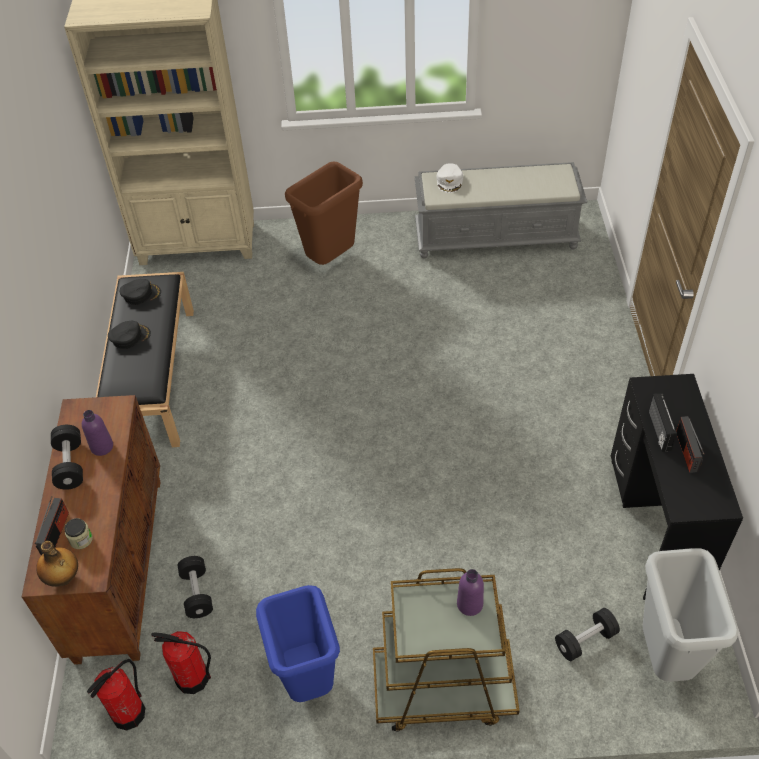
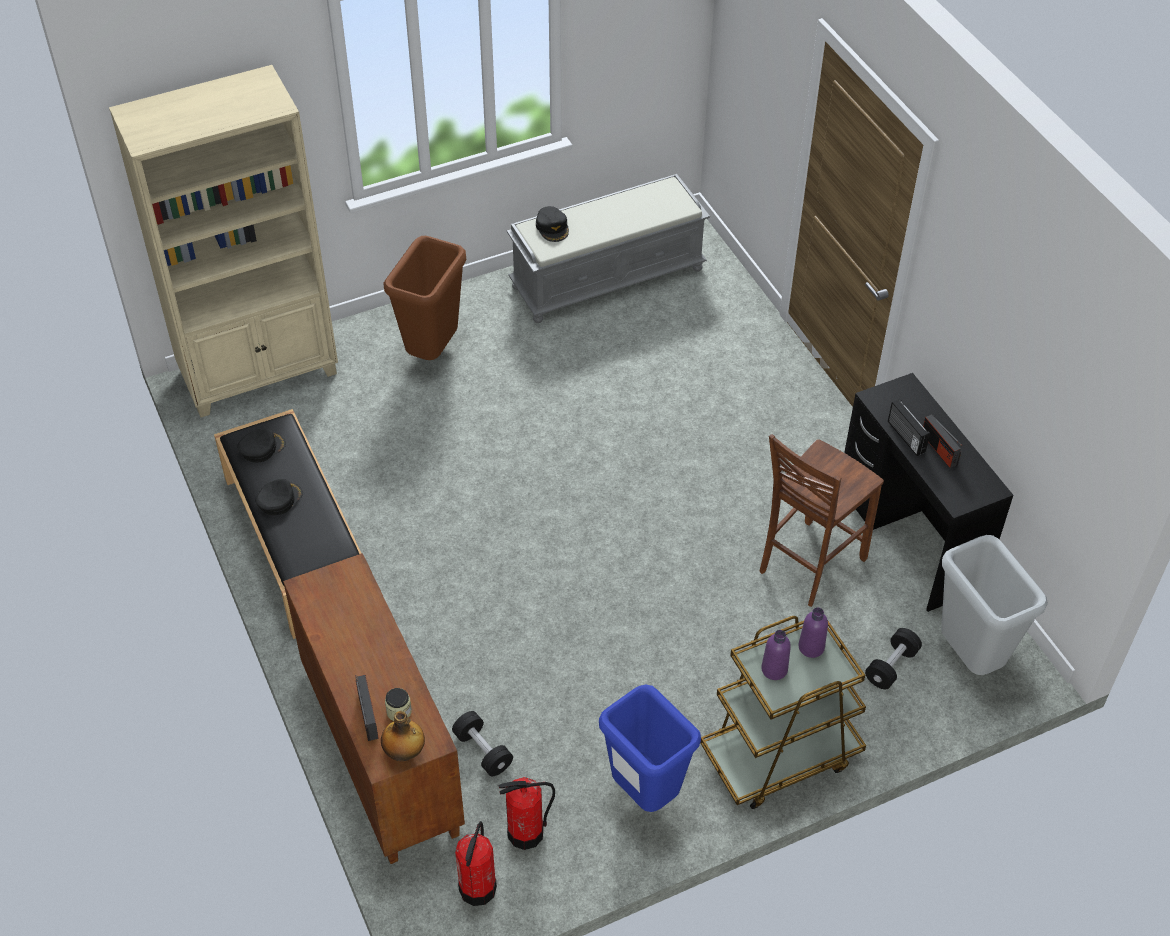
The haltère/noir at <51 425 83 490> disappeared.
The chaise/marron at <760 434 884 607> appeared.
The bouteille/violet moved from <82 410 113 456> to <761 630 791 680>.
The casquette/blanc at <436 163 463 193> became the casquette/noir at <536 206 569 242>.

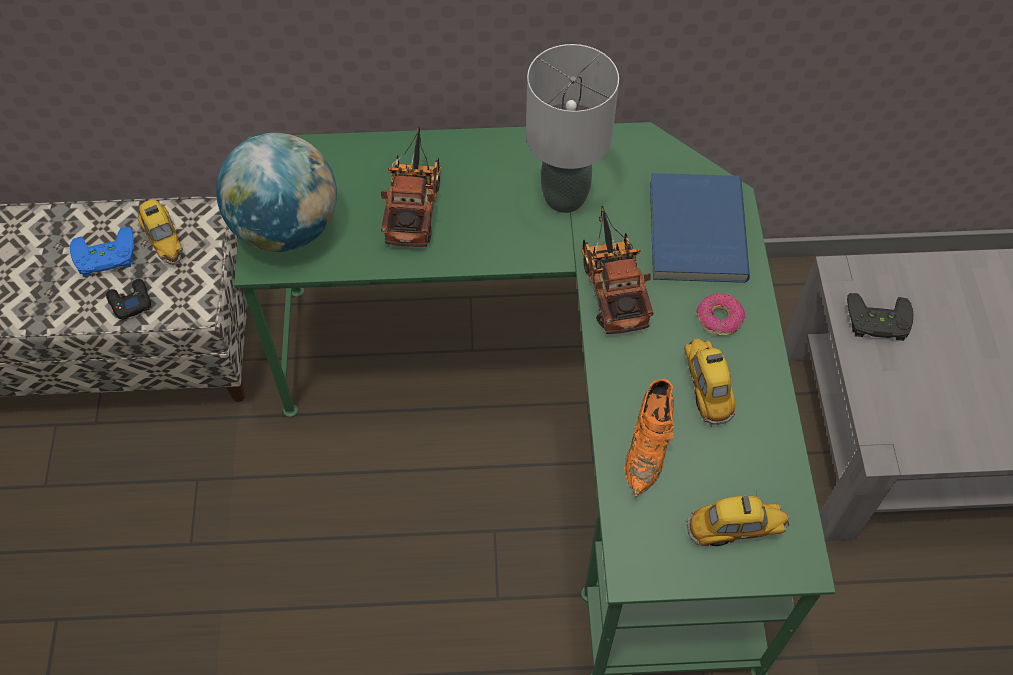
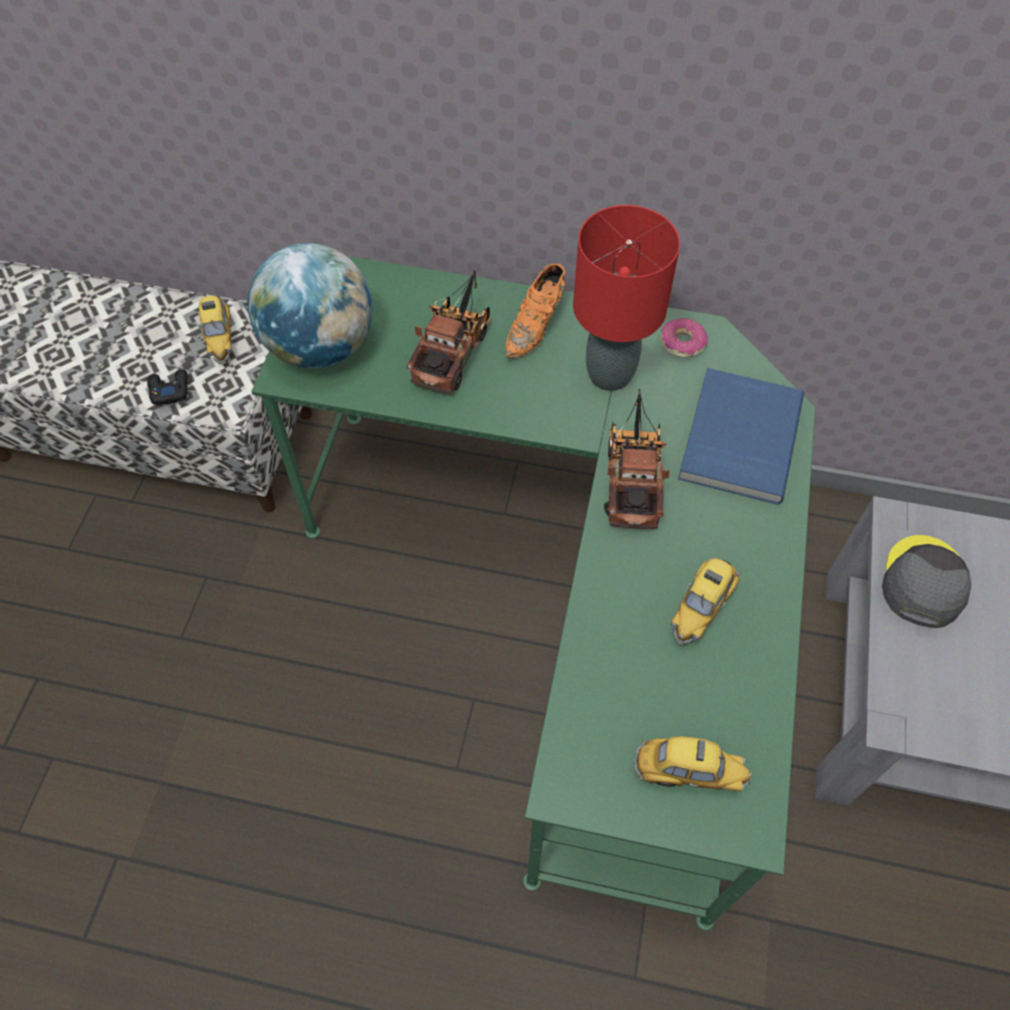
The manette/bleu at <70 227 134 277> disappeared.
The chaussure/orange moved from <624 379 674 497> to <506 264 566 358>.
The beignet moved from <696 293 746 336> to <661 318 708 357>.
The manette/noir at <847 293 913 341> was replaced by the casquette/gris at <882 535 971 628>.
The lampe de table/gris at <526 44 619 213> became the lampe de table/rouge at <573 205 680 391>.
The petite voiture at <684 338 735 427> turned 150 degrees counterclockwise.

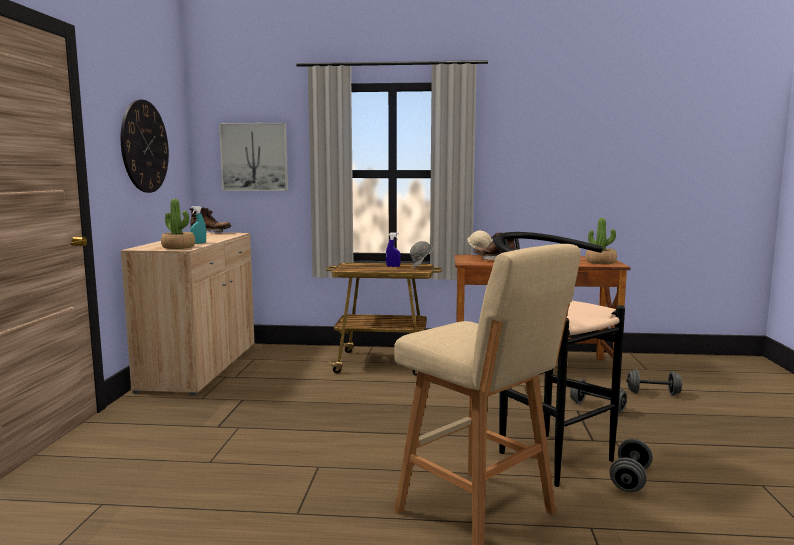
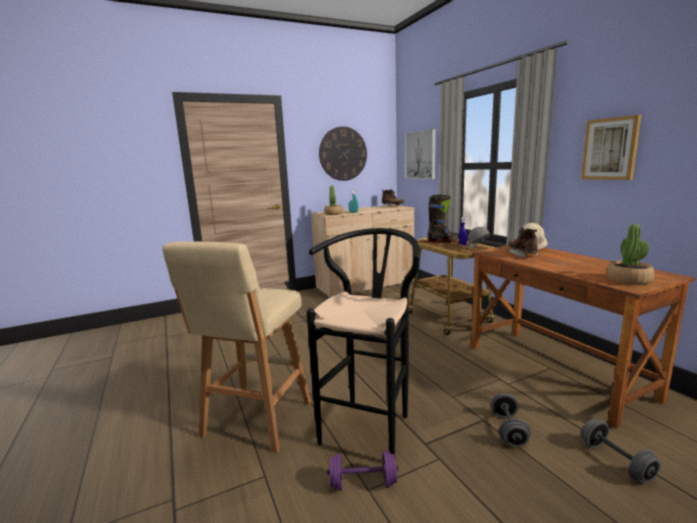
The botte/noir at <428 194 459 243> appeared.
The tableau at <581 115 642 180> appeared.
The haltère/gris at <609 439 653 492> became the haltère/violet at <327 450 398 491>.

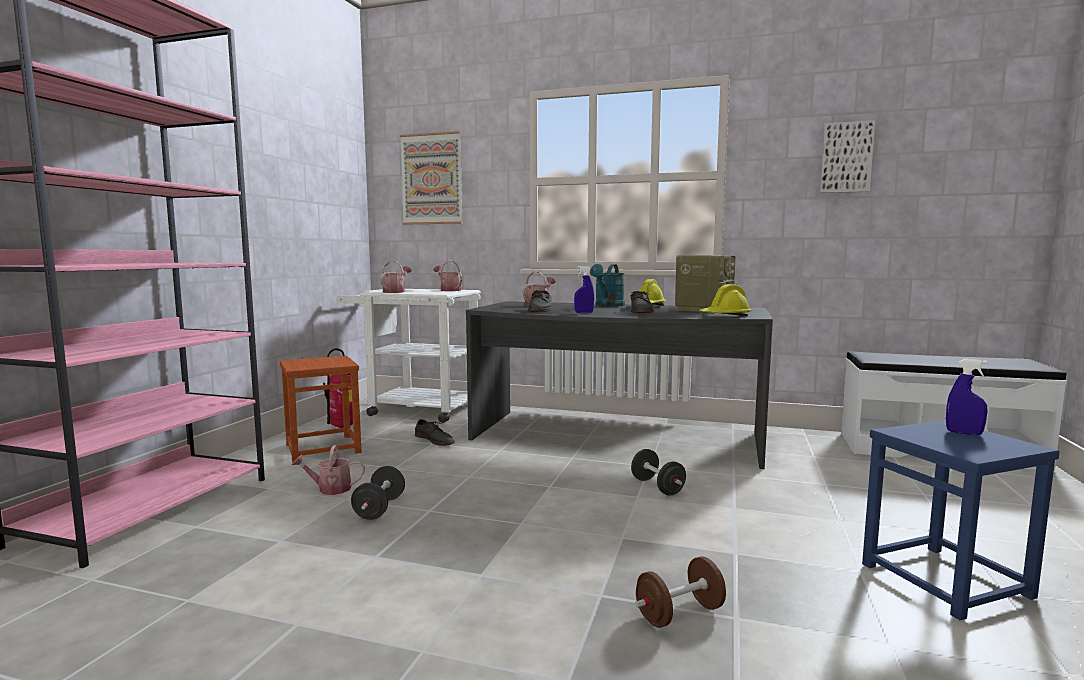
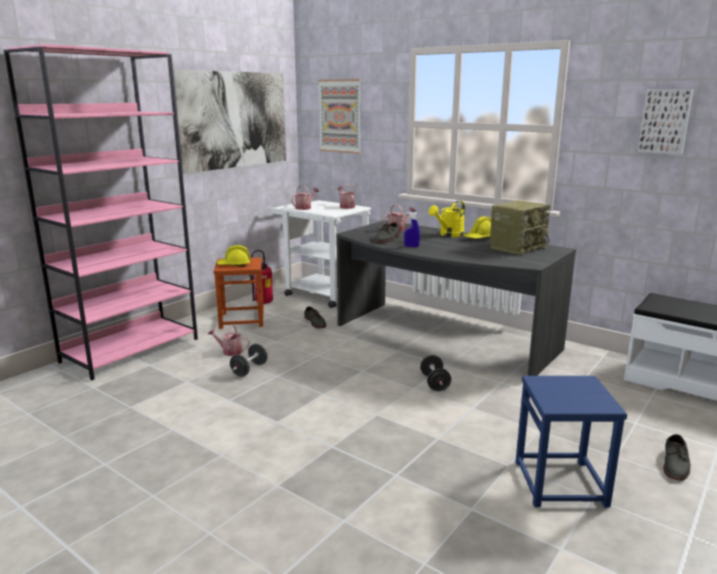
The haltère/marron at <635 556 726 628> disappeared.
The vaporisateur/bleu at <946 359 988 435> disappeared.
The tableau at <173 69 286 174> appeared.
The chaussure/gris moved from <630 291 653 313> to <663 434 690 481>.
The casque de chantier/jaune moved from <699 284 752 317> to <217 245 250 267>.
The arrosoir/turquoise at <590 264 625 307> became the arrosoir/jaune at <429 201 465 237>.

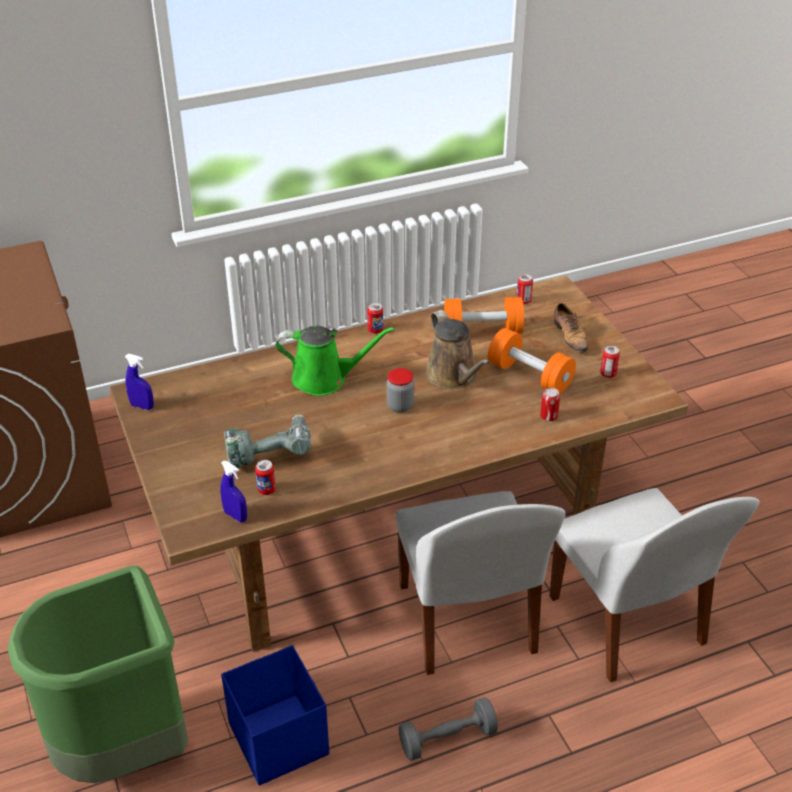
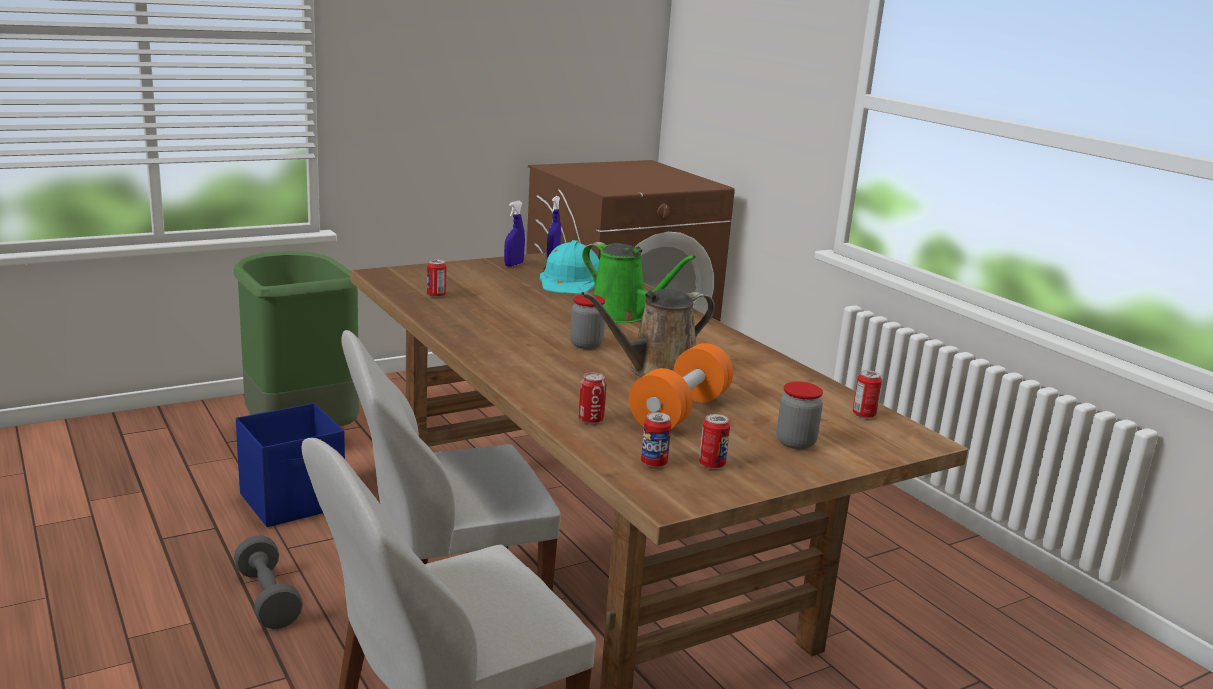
The perceuse at <224 413 311 469> disappeared.
The haltère/orange at <444 297 524 334> disappeared.
The casque de chantier/turquoise at <540 240 599 294> appeared.
The vaporisateur/bleu moved from <221 461 247 522> to <504 201 525 267>.
The boîte métallique moved from <367 303 383 334> to <641 412 672 468>.
The chaussure at <554 303 588 352> was replaced by the bocal at <777 381 823 449>.
The arrosoir/vert at <275 326 394 396> turned 45 degrees counterclockwise.

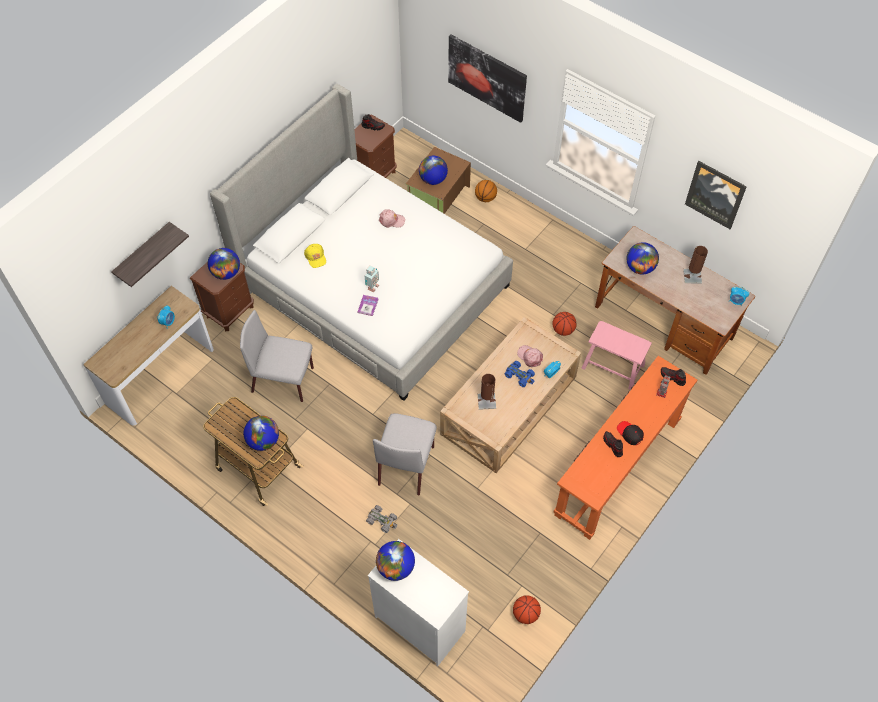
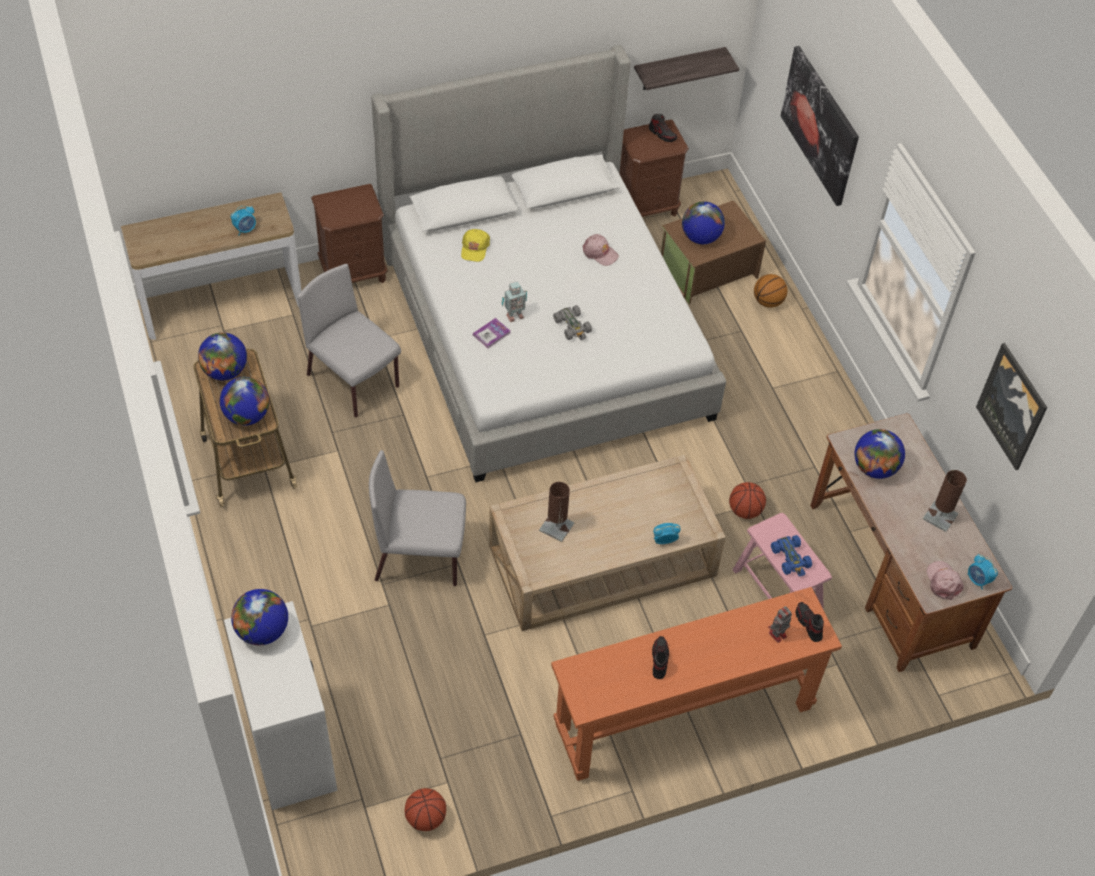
The casquette/noir at <617 421 644 445> disappeared.
The étagère moved from <111 222 189 287> to <634 47 739 90>.
The globe moved from <208 248 240 280> to <198 332 247 380>.
The petite voiture/gris moved from <366 505 397 533> to <553 305 592 340>.
The petite voiture/bleu moved from <504 361 535 387> to <771 535 812 577>.
The casquette/rose moved from <517 345 543 367> to <927 561 964 600>.
The chaise/gris at <373 413 437 495> turned 45 degrees clockwise.

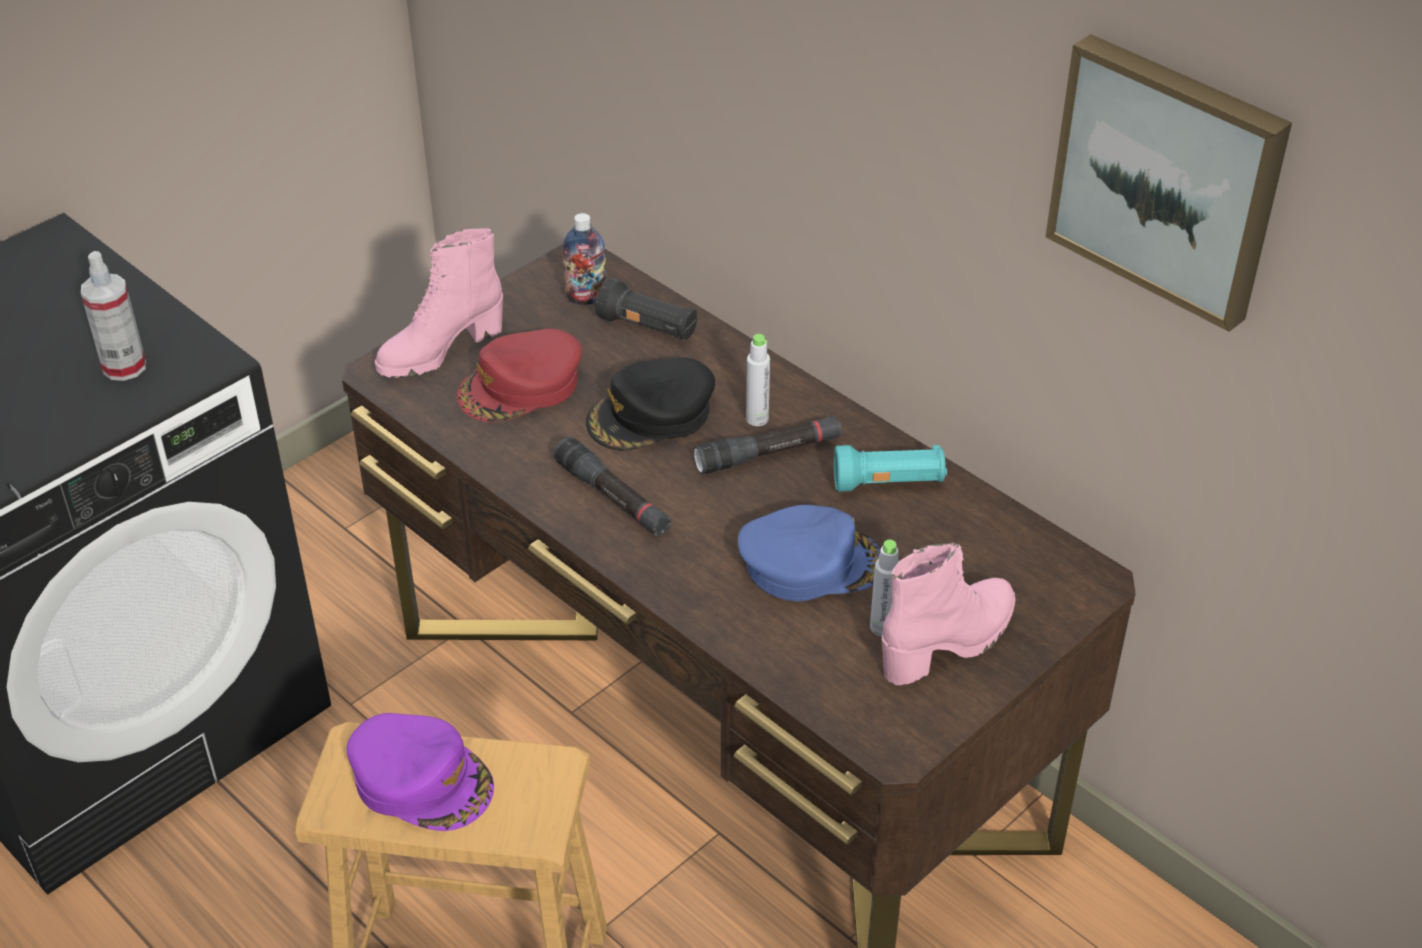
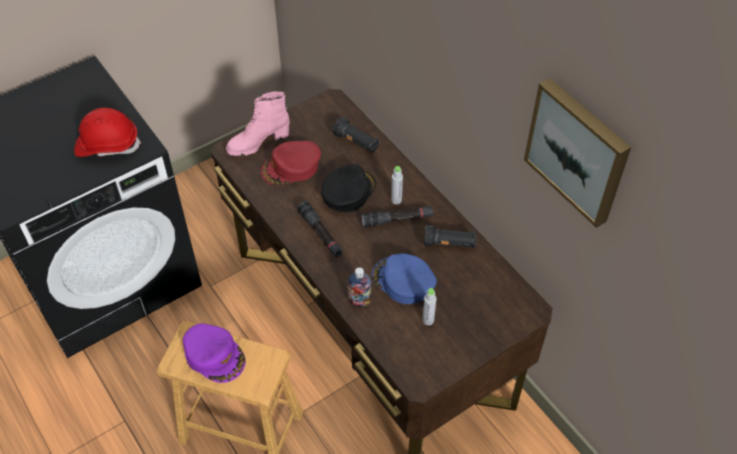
The botte/rose at <882 543 1015 685> disappeared.
The bouteille moved from <562 213 606 305> to <348 267 371 307>.
The vaporisateur at <81 251 146 381> was replaced by the casque de chantier/rouge at <74 108 141 157>.
The lampe de poche/turquoise at <834 445 947 492> became the lampe de poche/noir at <424 225 476 248>.
The casquette/noir at <586 357 715 451> turned 150 degrees clockwise.
The casquette/bleu at <738 505 880 601> turned 150 degrees counterclockwise.

